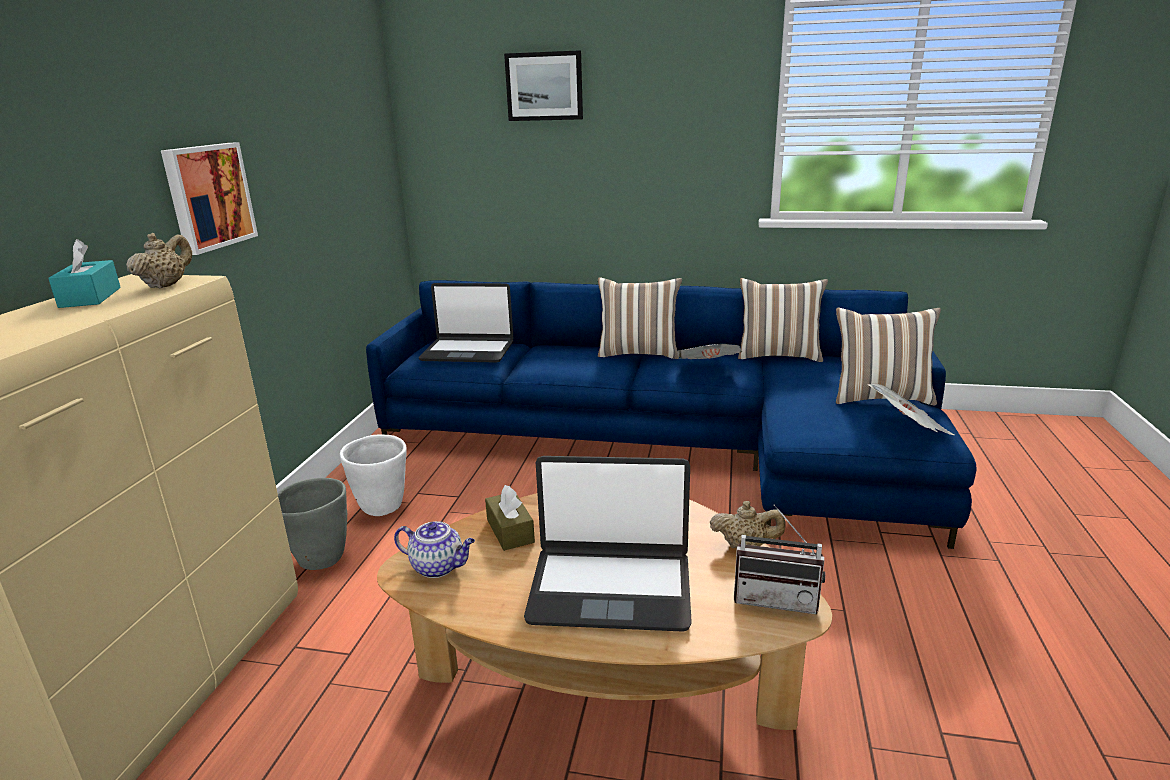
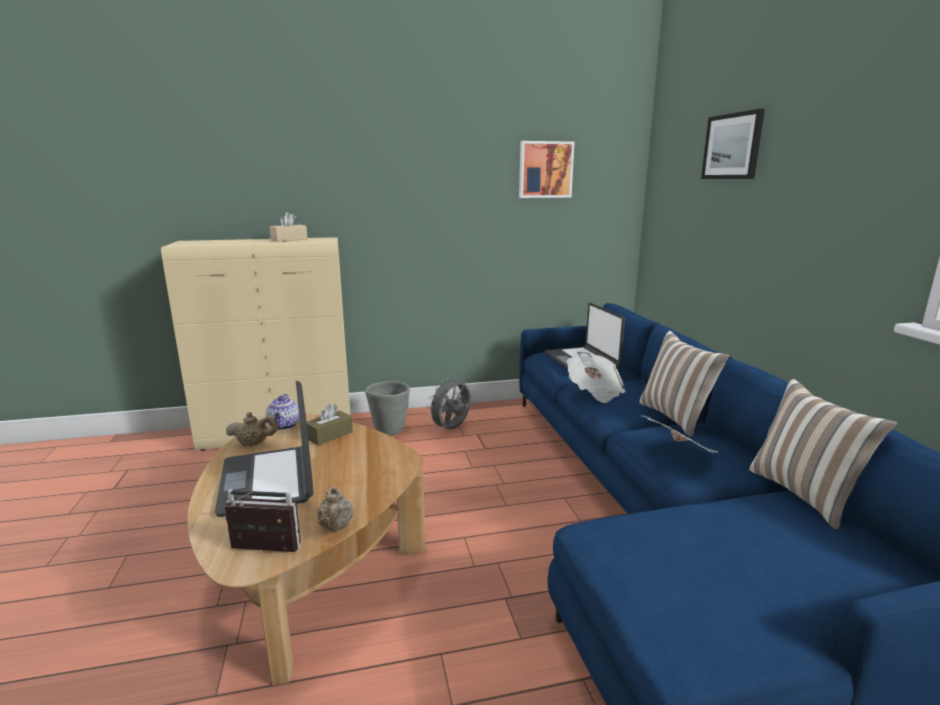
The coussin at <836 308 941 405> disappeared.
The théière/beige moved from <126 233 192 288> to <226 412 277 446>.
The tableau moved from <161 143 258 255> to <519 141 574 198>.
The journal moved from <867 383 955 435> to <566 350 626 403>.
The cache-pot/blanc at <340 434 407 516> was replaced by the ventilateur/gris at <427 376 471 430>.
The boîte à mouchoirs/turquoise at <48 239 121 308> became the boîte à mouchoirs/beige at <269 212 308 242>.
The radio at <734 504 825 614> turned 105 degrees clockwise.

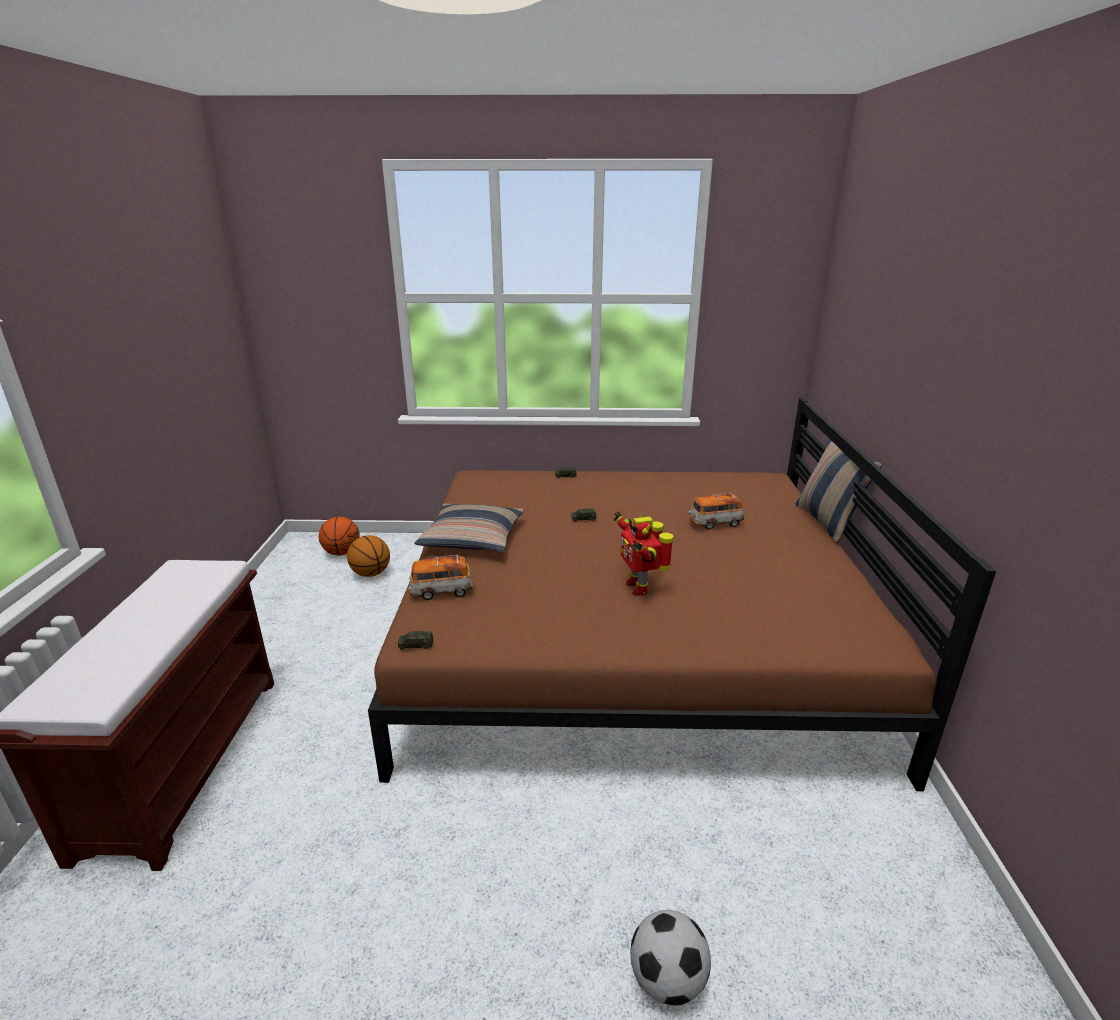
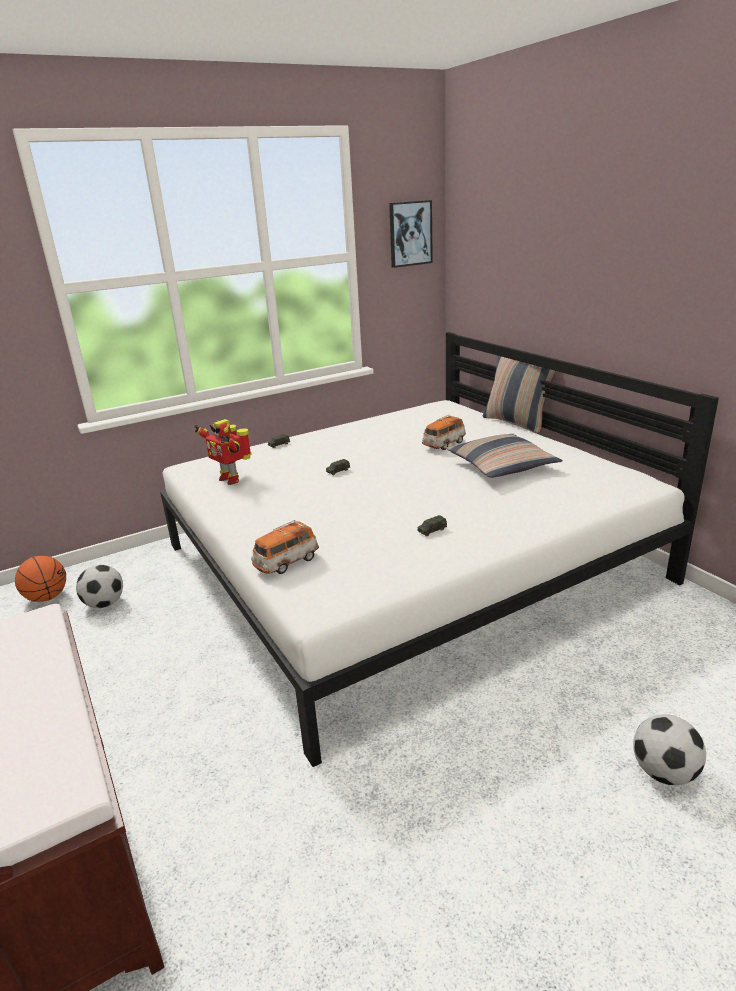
The tableau at <389 200 433 268> appeared.
The petite voiture moved from <398 631 434 650> to <417 515 447 536>.
The coussin moved from <414 503 524 552> to <446 433 562 478>.
The robot jouet moved from <614 511 674 595> to <195 419 251 485>.
The ballon de basket at <347 535 390 577> was replaced by the ballon de foot at <76 564 123 608>.
The lit/marron at <368 398 996 791> became the lit/blanc at <160 332 719 767>.

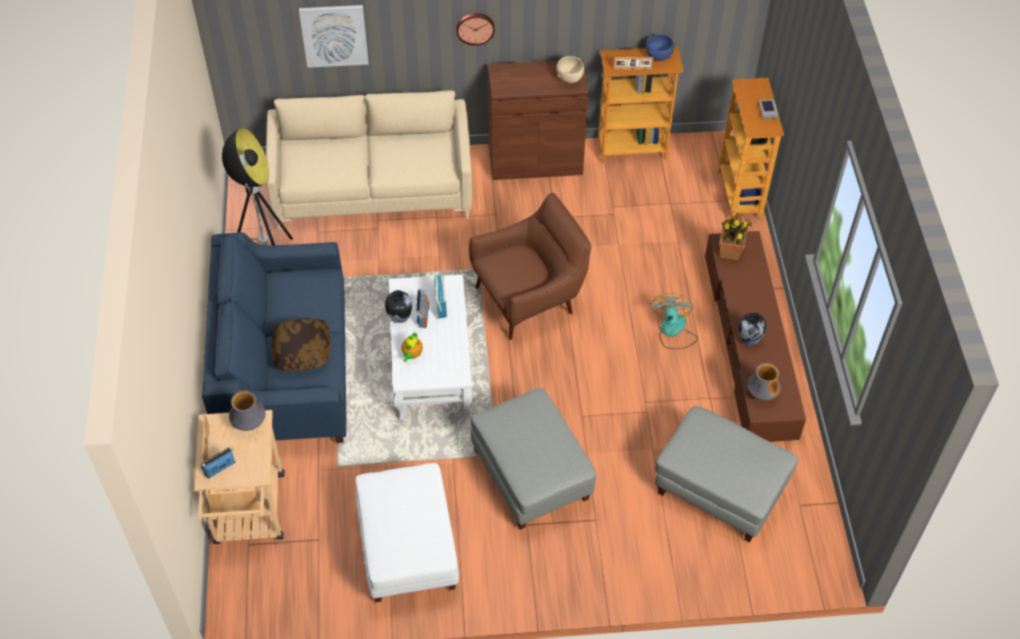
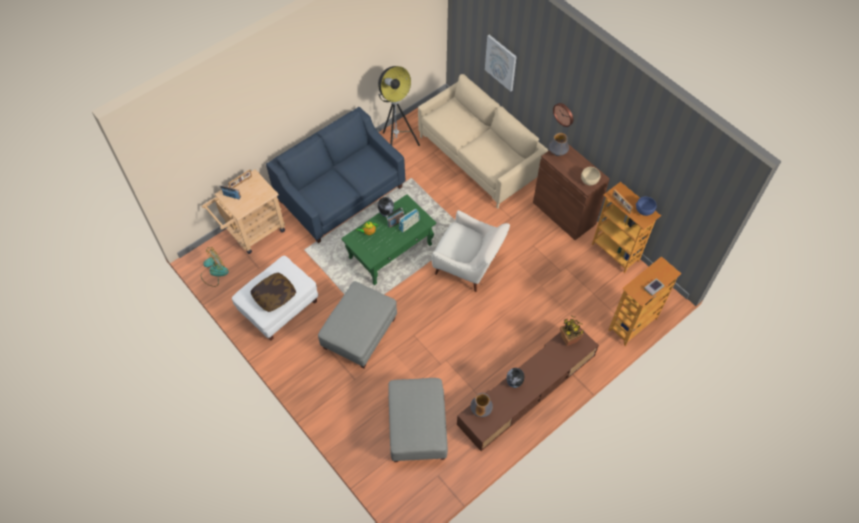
The vase moved from <229 391 266 431> to <549 133 569 156>.
The coussin moved from <272 319 330 371> to <250 273 296 312>.
The ventilateur moved from <650 293 698 349> to <201 247 229 287>.
The table basse/blanc at <389 274 473 420> became the table basse/vert at <341 194 436 285>.
The fauteuil/marron at <469 193 591 340> became the fauteuil/blanc at <432 210 510 292>.

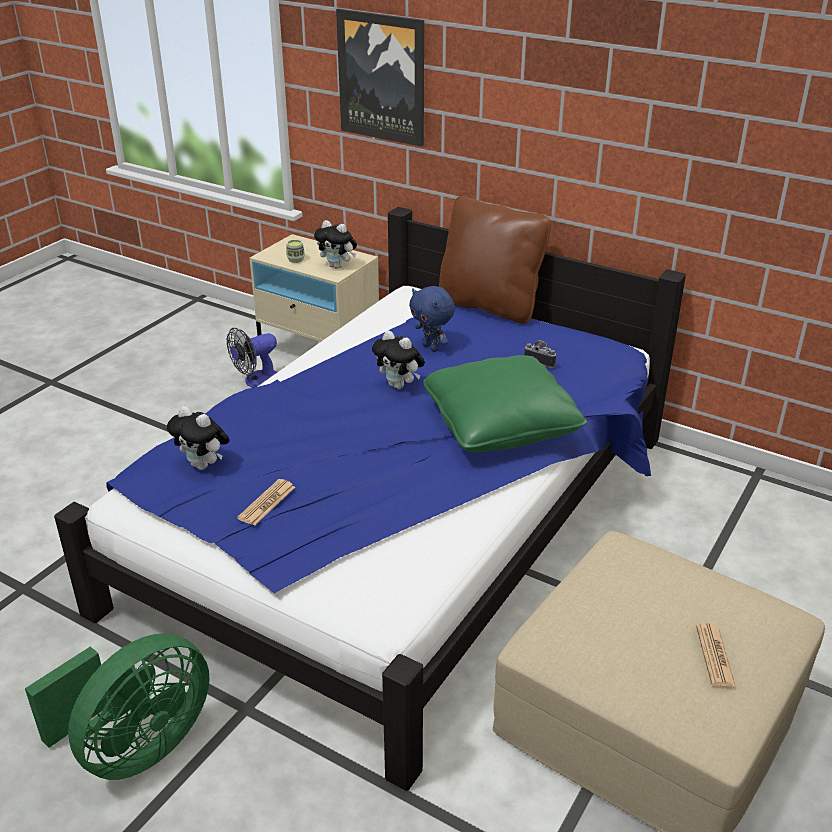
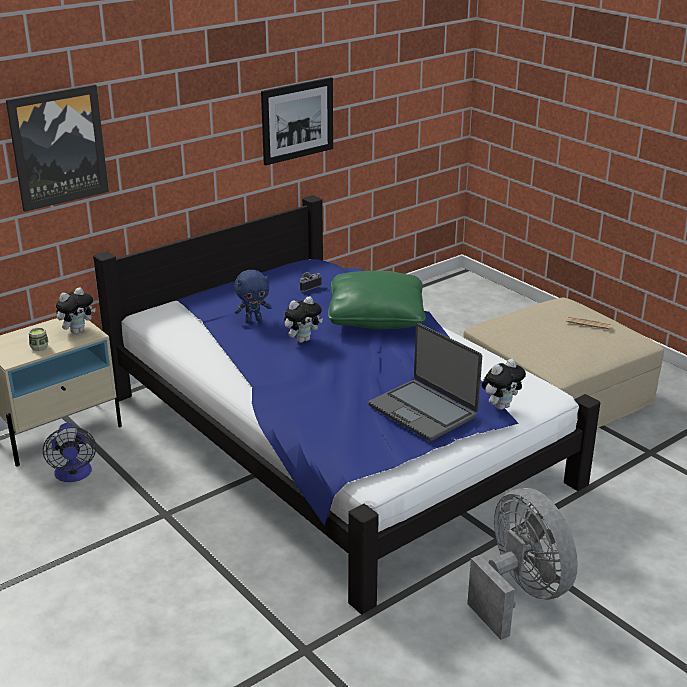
The coussin/marron at <439 196 551 324> disappeared.
The tableau at <261 77 333 165> appeared.
The peluche moved from <167 406 230 470> to <482 359 526 410>.
The journal at <237 479 295 526> was replaced by the ordinateur portable at <368 323 482 441>.
The ventilateur/vert at <25 634 210 780> became the ventilateur/gris at <467 488 578 640>.

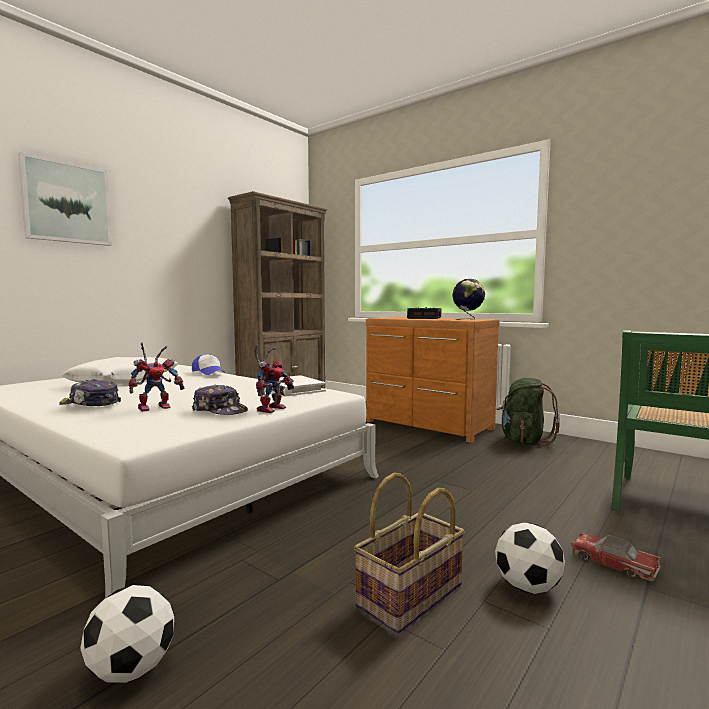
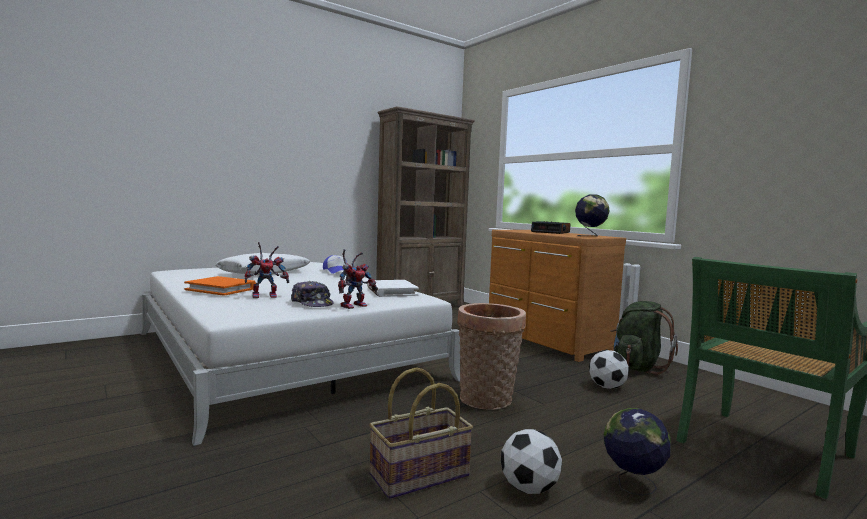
The tableau at <18 152 112 246> disappeared.
The panier at <457 303 526 410> appeared.
The ballon de foot moved from <80 585 174 683> to <589 350 629 389>.
The casquette at <59 379 121 406> was replaced by the livre/orange at <184 276 256 296>.
The petite voiture at <571 532 661 582> was replaced by the globe at <604 408 671 496>.

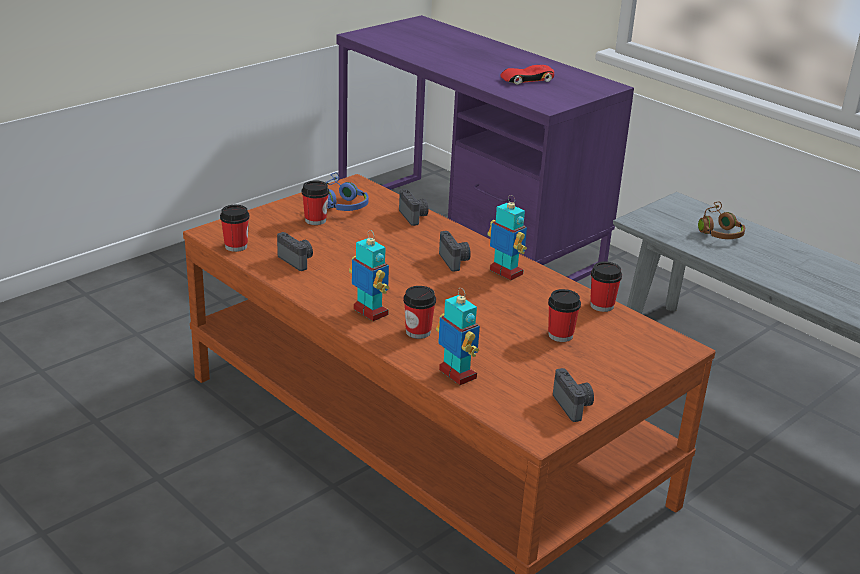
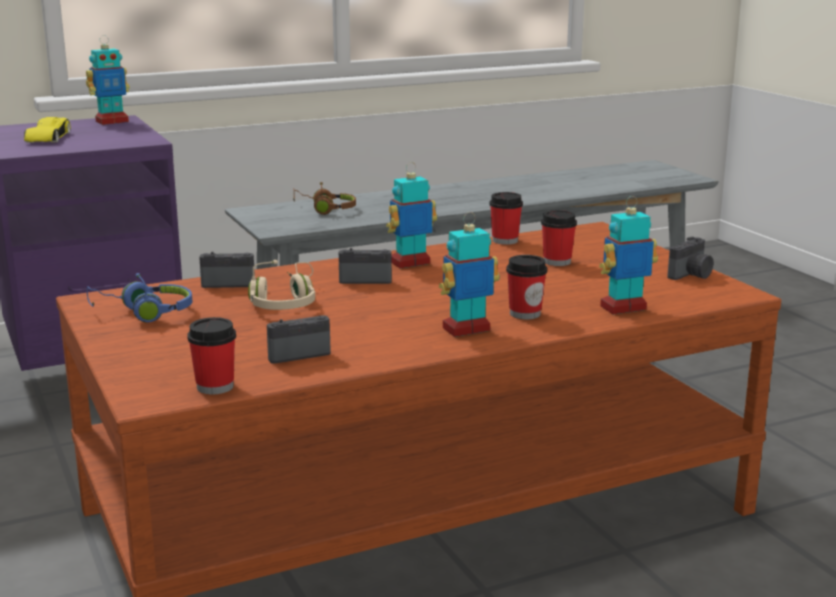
The tasse at <302 180 329 225> disappeared.
The robot jouet at <86 35 130 125> appeared.
The casque audio/beige at <248 260 315 310> appeared.
The petite voiture/rouge at <500 65 554 85> became the petite voiture/jaune at <24 117 71 143>.
The appareil photo at <553 368 594 422> turned 135 degrees clockwise.

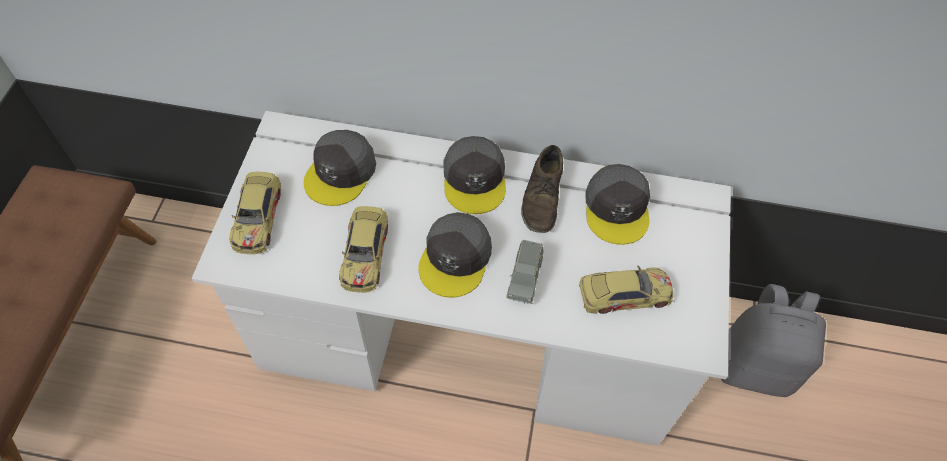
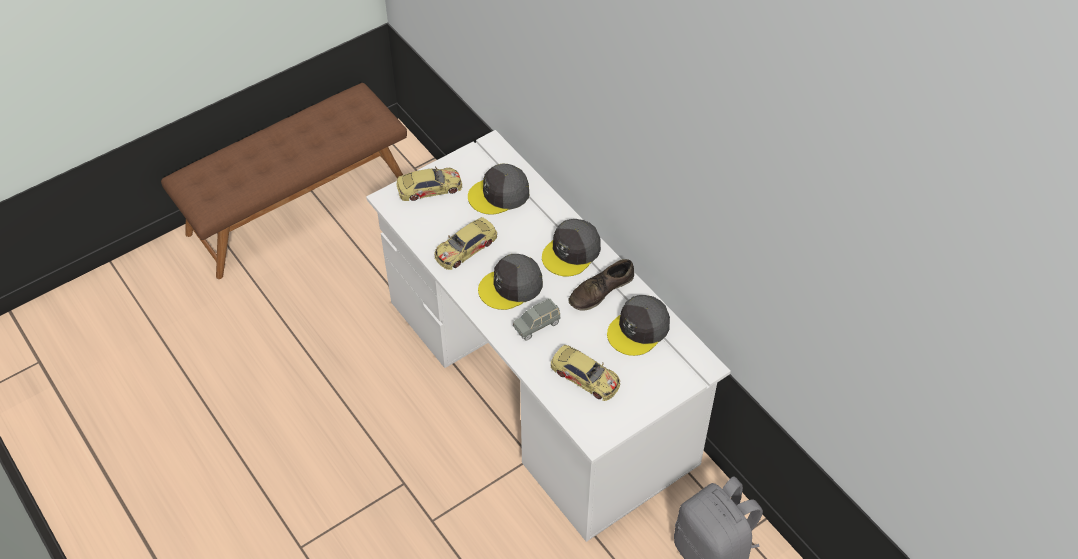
The petite voiture at <229 172 281 254> turned 150 degrees counterclockwise.

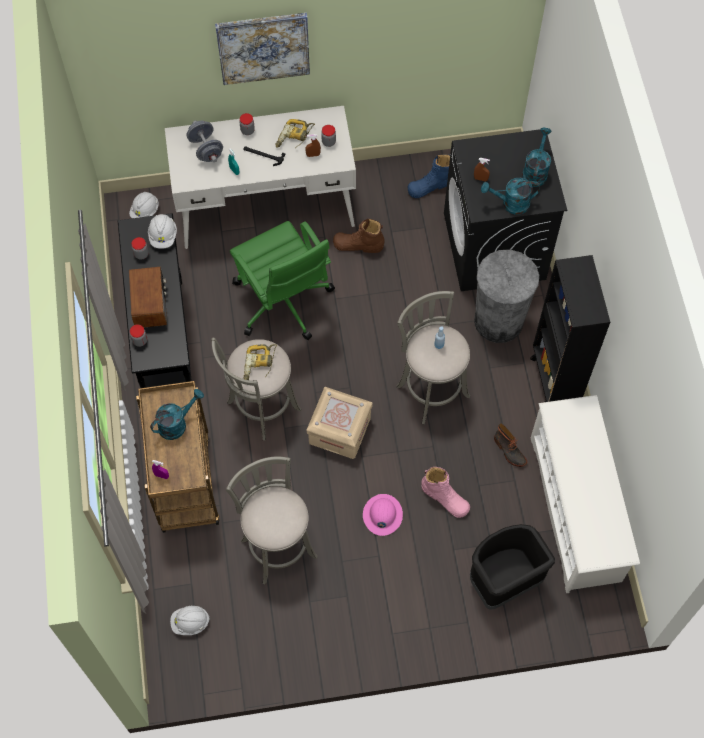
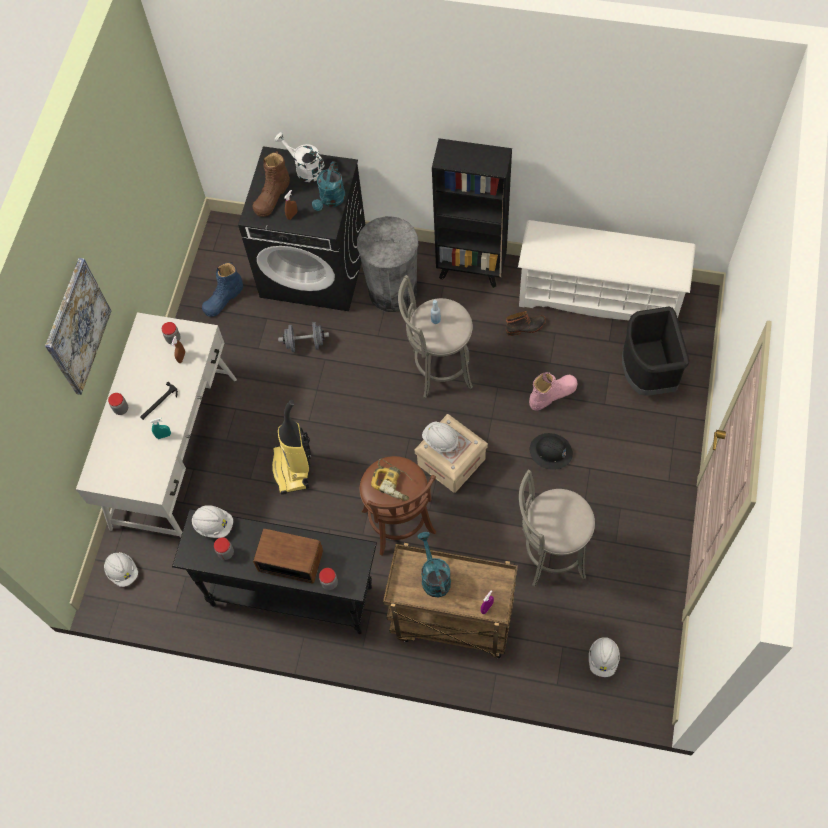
The perceuse at <275 119 315 148> disappeared.
The casque de chantier/blanc at <422 422 458 452> appeared.
The haltère/gris moved from <186 121 223 162> to <278 322 329 352>.
The botte/marron moved from <333 219 385 253> to <252 151 290 217>.
The chaise de bureau/vert at <230 221 335 340> was replaced by the aspirateur at <272 400 311 495>.
The tabouret/gris at <211 338 301 441> became the tabouret/marron at <360 456 436 556>.
The casque de chantier/rose at <363 494 403 536> became the casque de chantier/noir at <530 433 573 470>.
The arrosoir/turquoise at <522 127 551 187> became the arrosoir/blanc at <275 132 324 182>.
The botte/bleu at <408 154 450 198> turned 45 degrees clockwise.

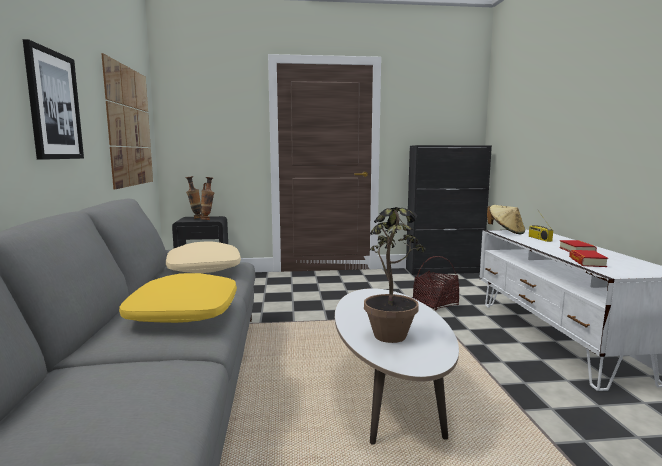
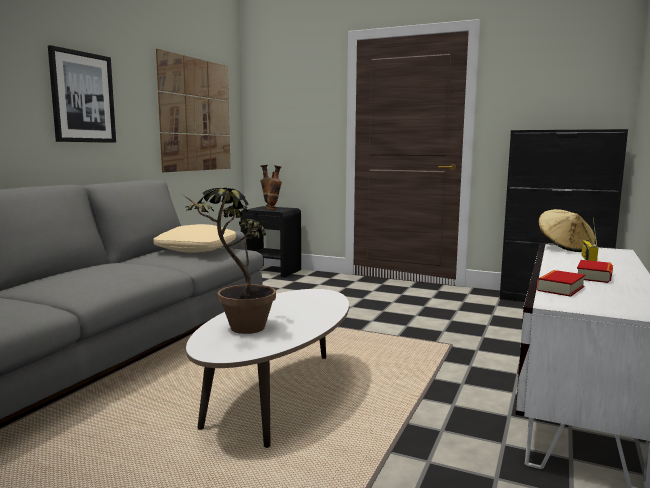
The coussin/jaune at <119 273 237 323> disappeared.
The panier at <413 256 459 310> disappeared.

